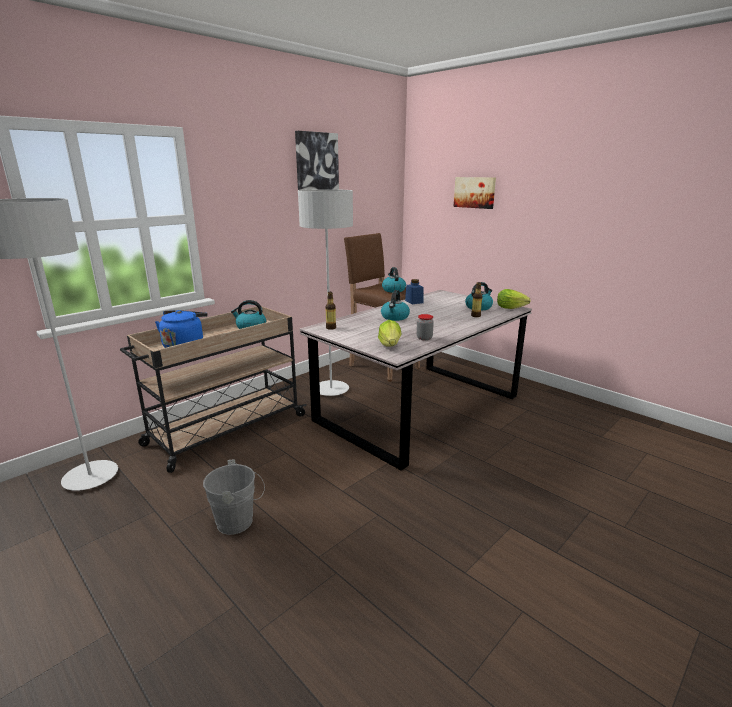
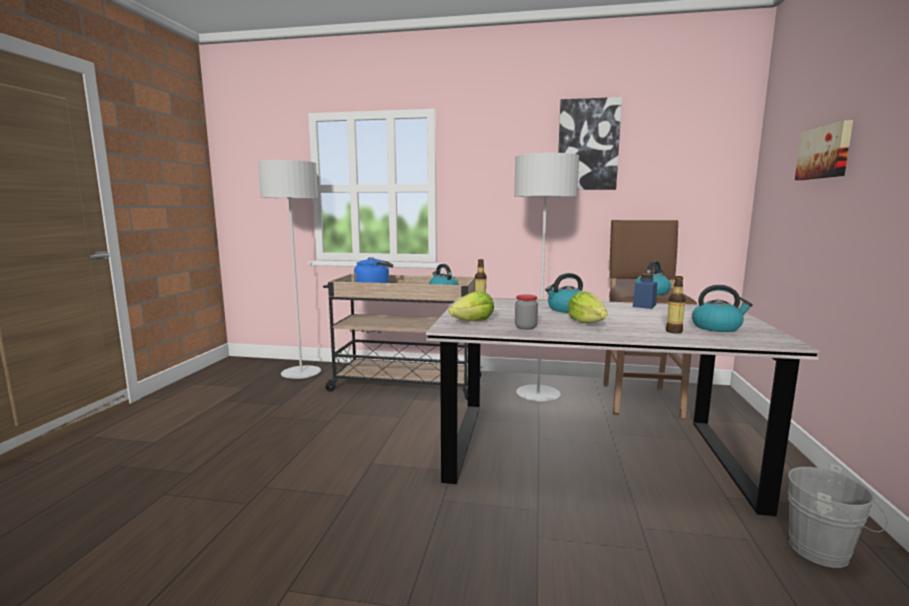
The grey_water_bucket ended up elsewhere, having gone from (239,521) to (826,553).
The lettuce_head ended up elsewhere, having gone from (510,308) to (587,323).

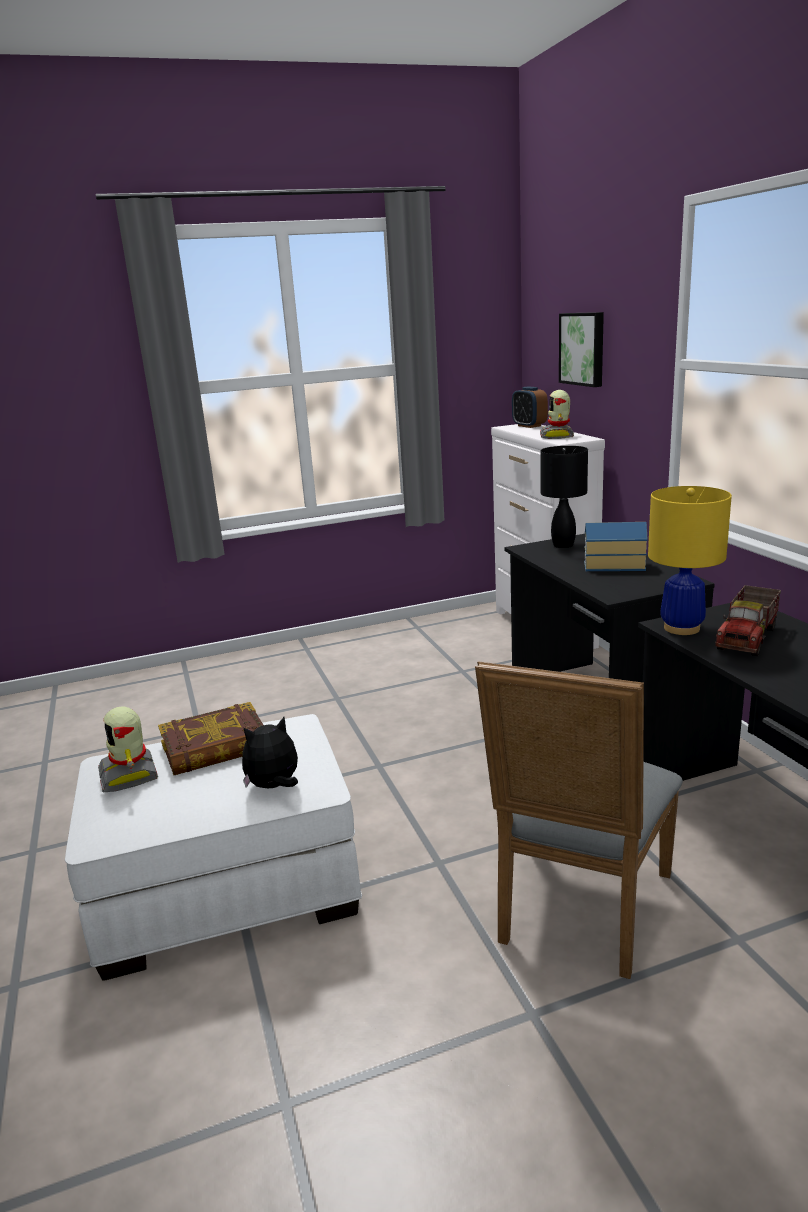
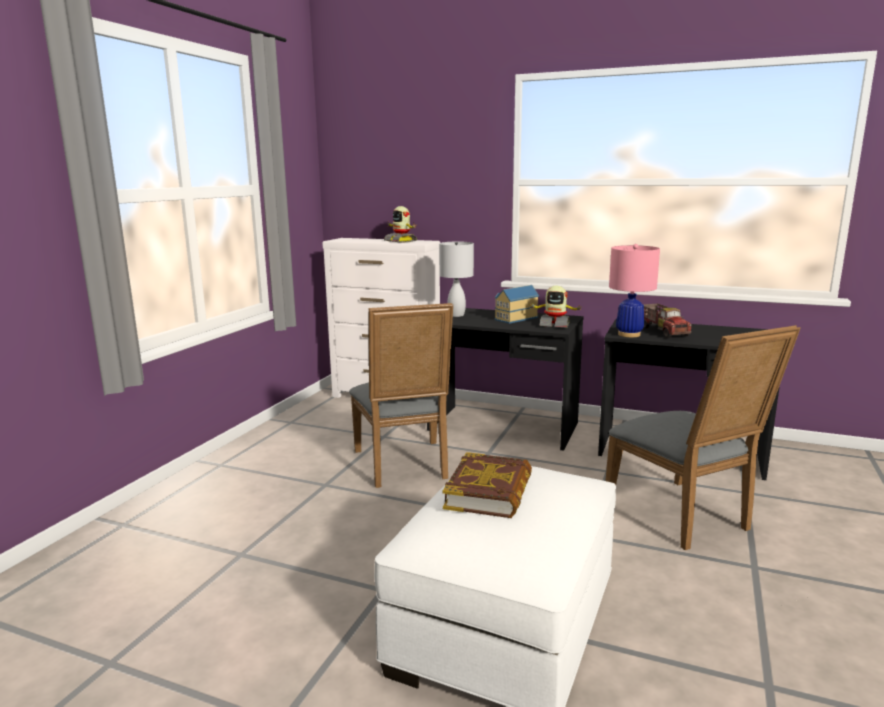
The second view lost the soft_toy at (274,786).
The second view lost the alarm_clock at (529,426).
The second view lost the wall_picture at (583,348).
The second view gained the grey_chair at (404,466).
The model_robot ended up elsewhere, having gone from (130,774) to (554,325).
What was the black_lamp_for_a_table at (563,545) turned into the white-coloured_lamp_for_a_table at (456,315).
What was the yellowish_lamp_for_a_table at (681,628) turned into the pink_lamp_for_a_table at (629,334).

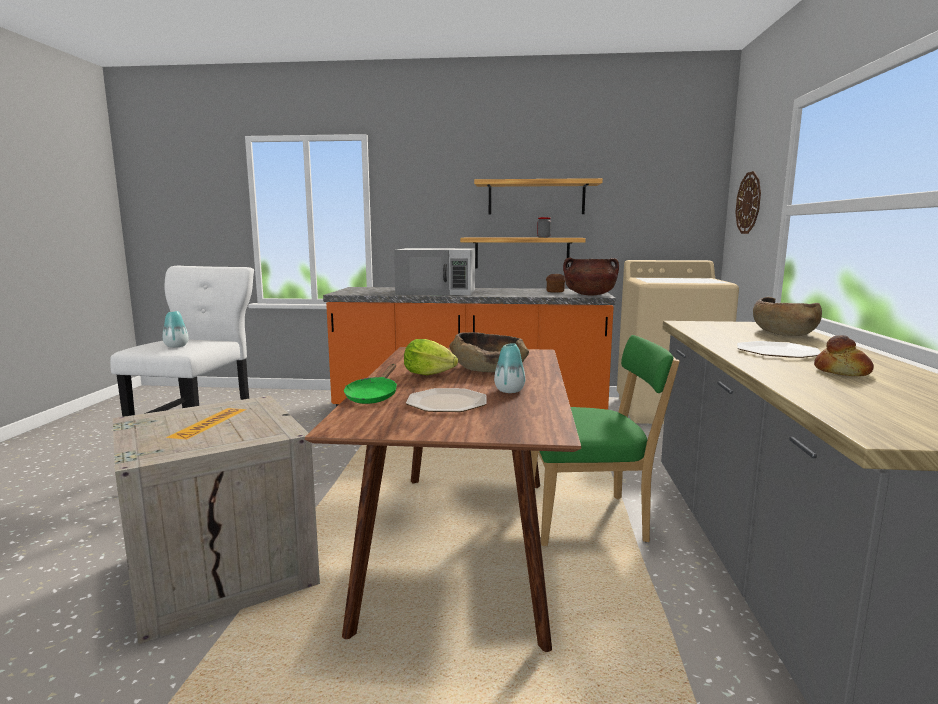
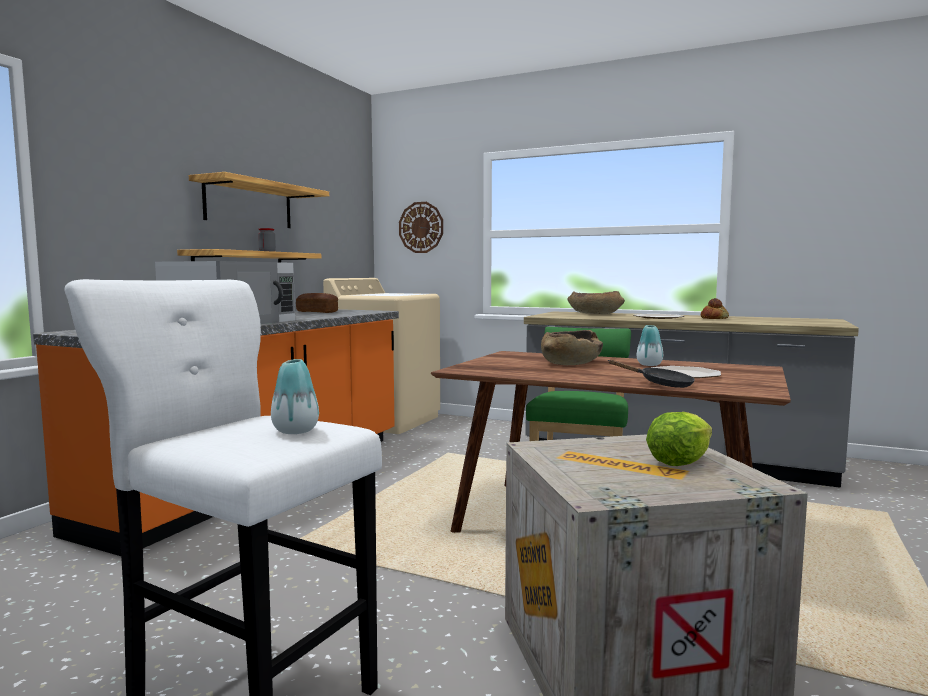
The second view lost the brown_cooking_pot at (589,295).
The lettuce_head ended up elsewhere, having gone from (429,374) to (679,462).
What was the green_frying_pan at (373,396) turned into the black_frying_pan at (660,384).

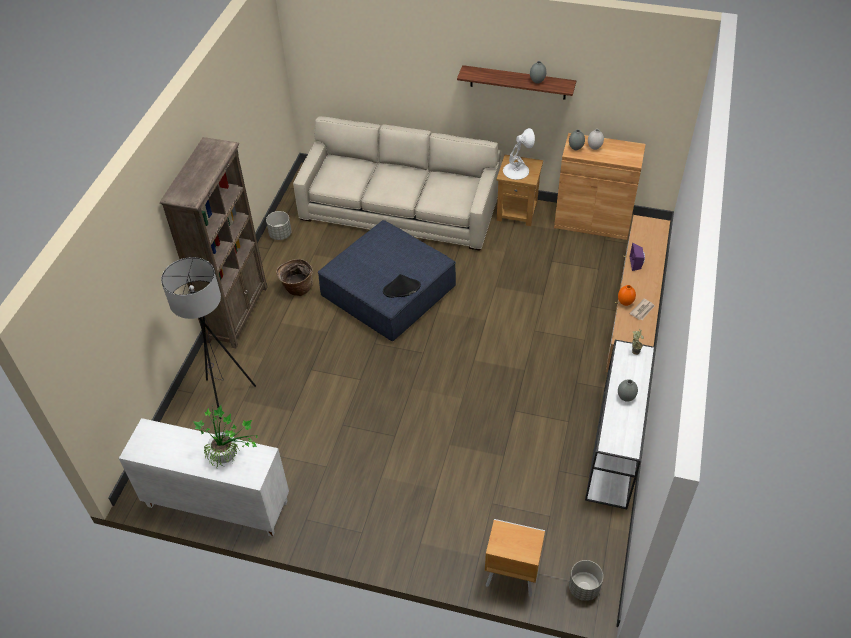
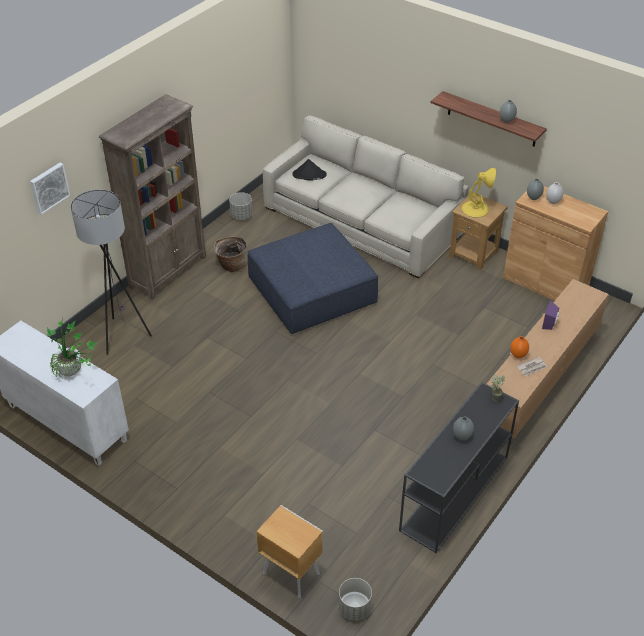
The second view gained the wall_picture at (49,187).
The black_clothing_hat ended up elsewhere, having gone from (401,289) to (309,174).
What was the white-coloured_lamp_for_a_table at (516,170) turned into the yellowish_lamp_for_a_table at (475,209).
What was the white-coloured_console_table at (614,448) turned into the black_console_table at (454,494).

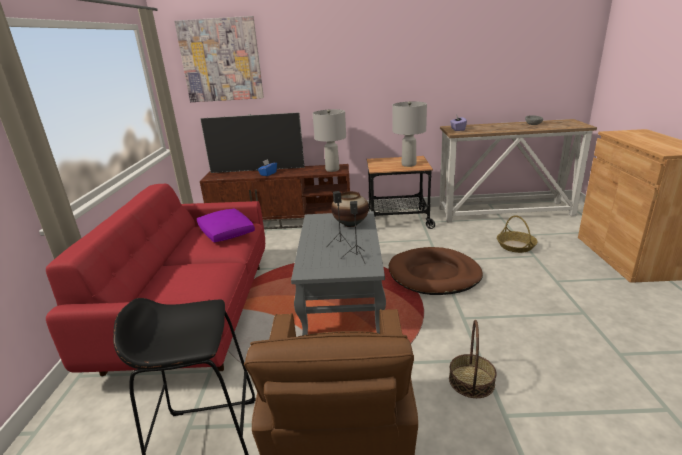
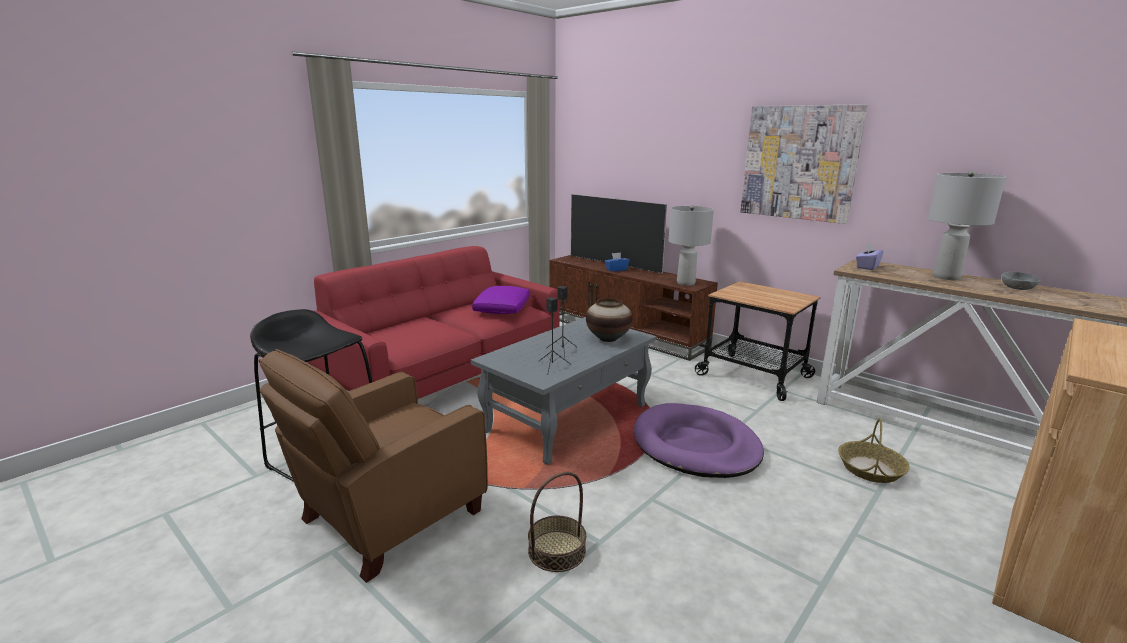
The wall_picture ended up elsewhere, having gone from (221,60) to (799,163).
The grey_lamp_for_a_table ended up elsewhere, having gone from (409,164) to (946,277).
What was the brown_dog_cushion at (434,274) turned into the purplish_dog_cushion at (695,445).

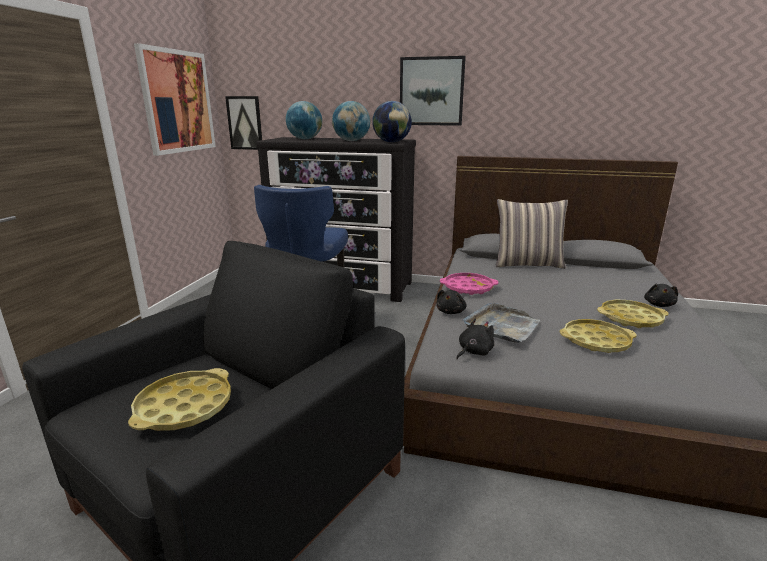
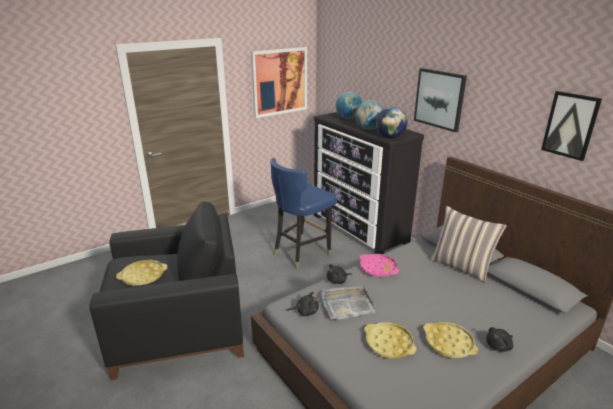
The wall_picture ended up elsewhere, having gone from (245,123) to (570,125).

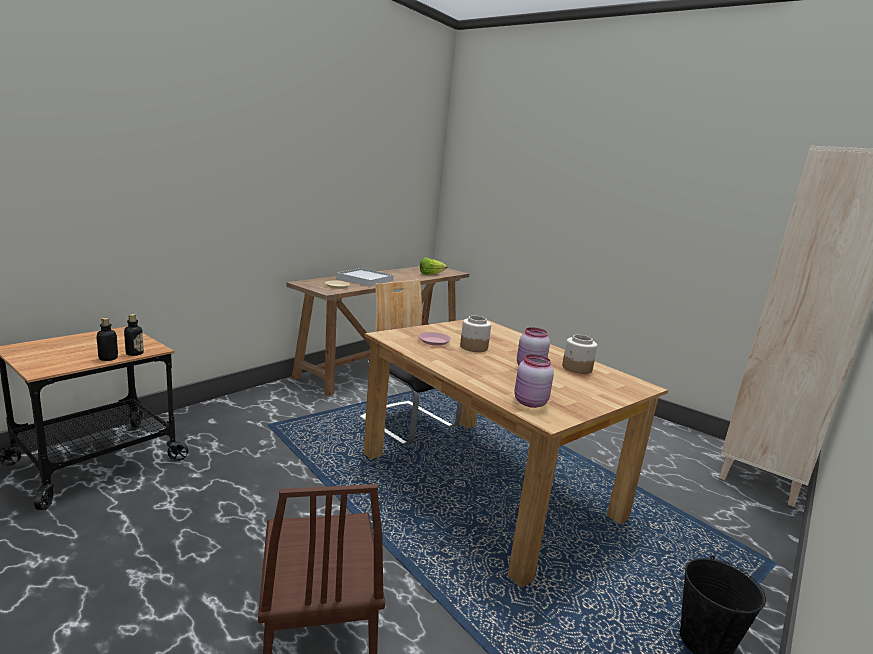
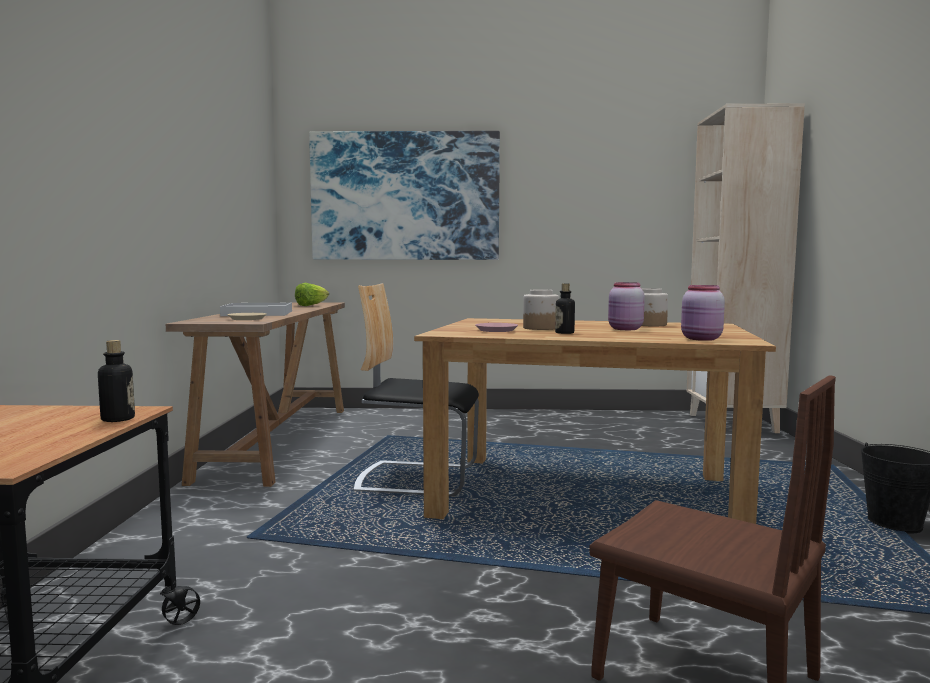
The second view gained the wall_picture at (405,196).
The beverage_bottle ended up elsewhere, having gone from (108,358) to (564,333).

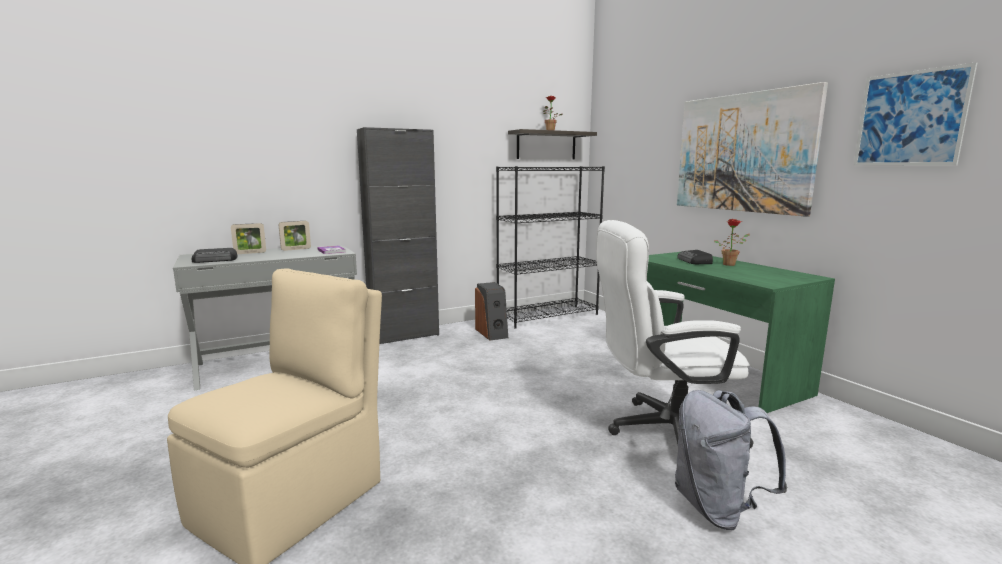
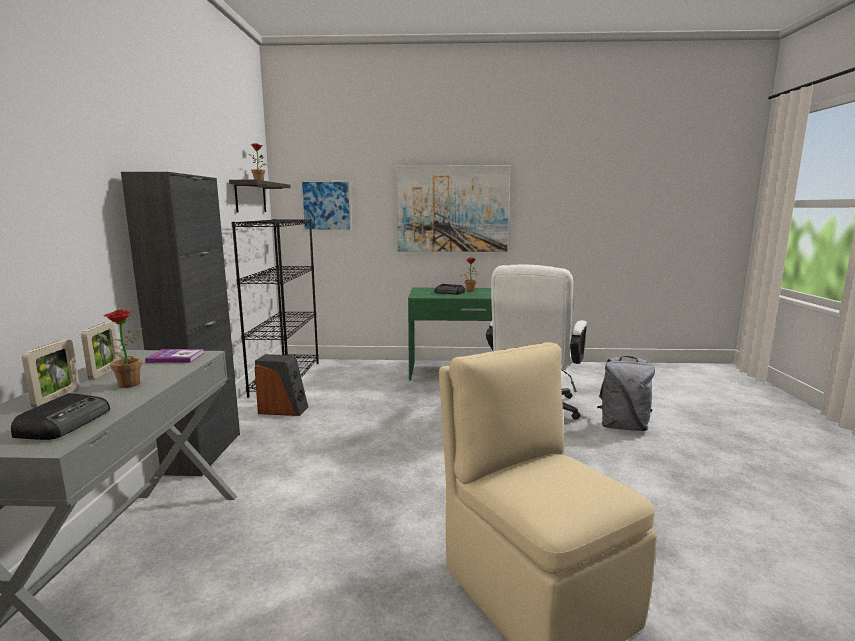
The second view gained the potted_plant at (124,384).
The wall_picture ended up elsewhere, having gone from (910,119) to (326,205).

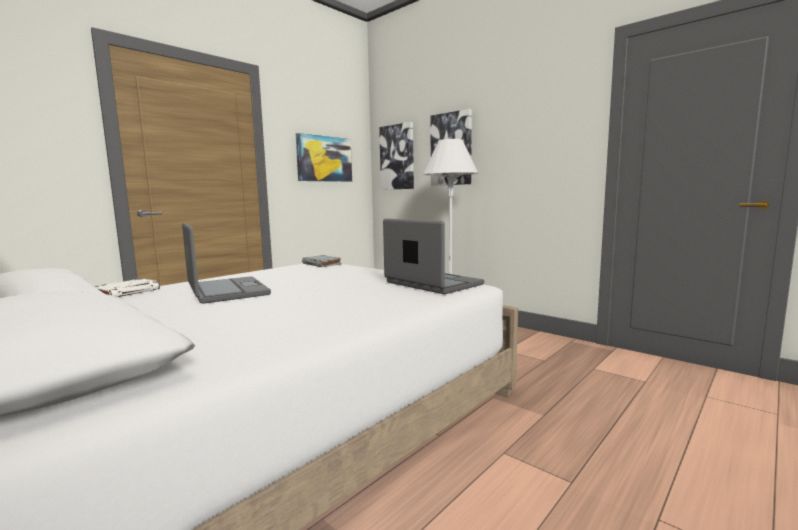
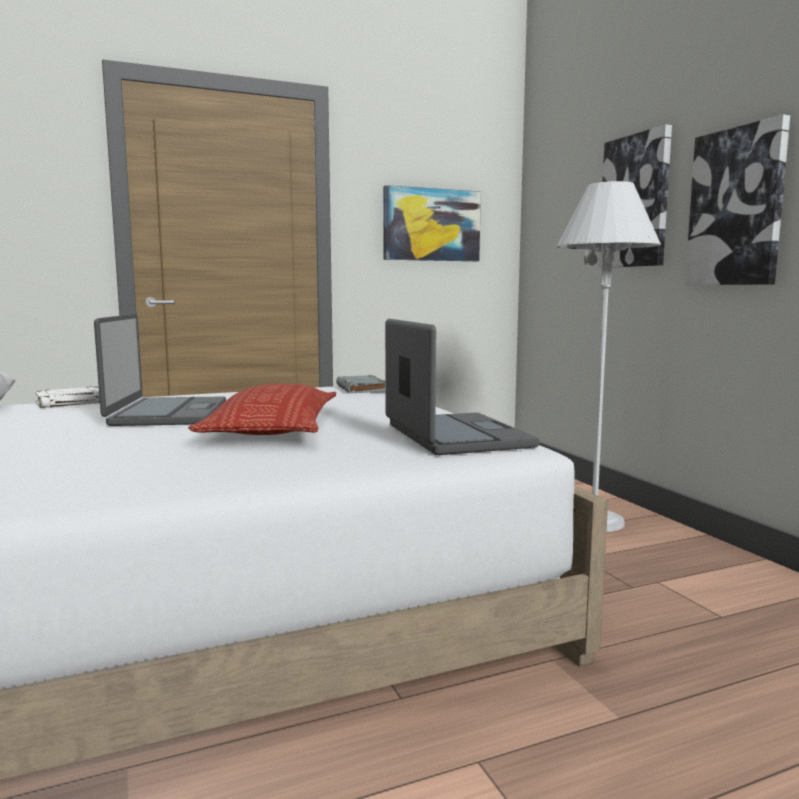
The second view gained the throw_pillow at (273,426).
The wall_picture ended up elsewhere, having gone from (397,157) to (736,207).

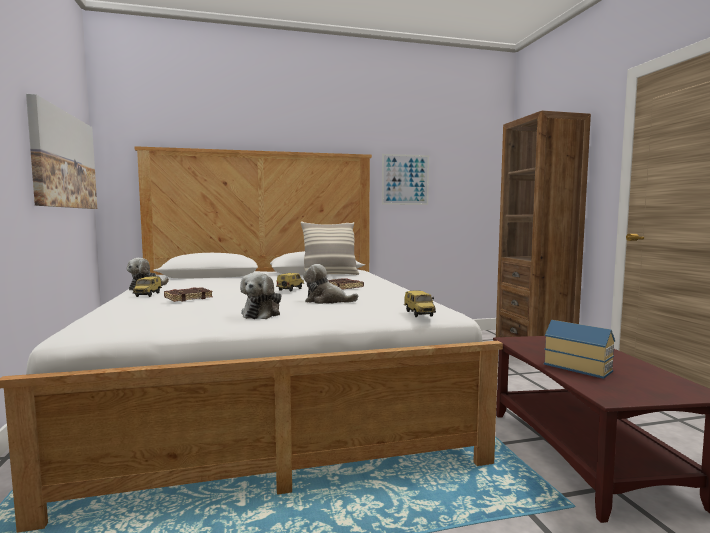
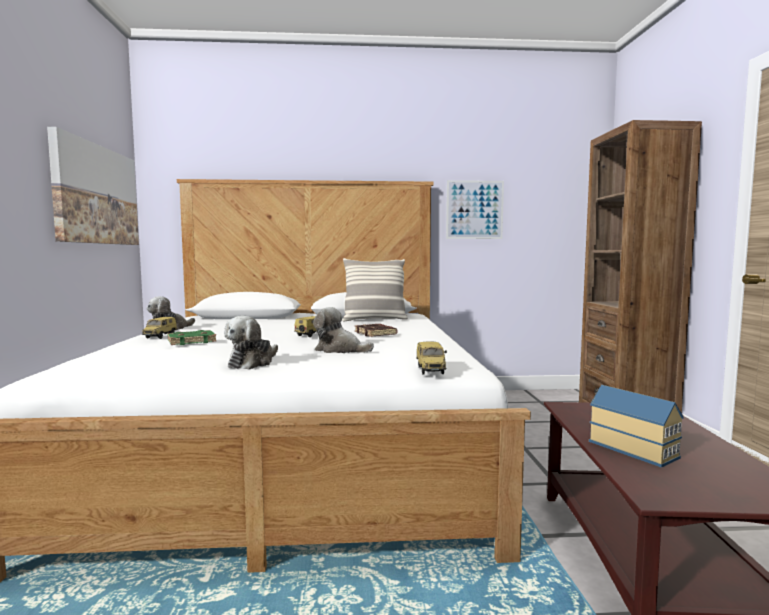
What was the brown_bound_book at (188,298) turned into the green_bound_book at (192,341).

